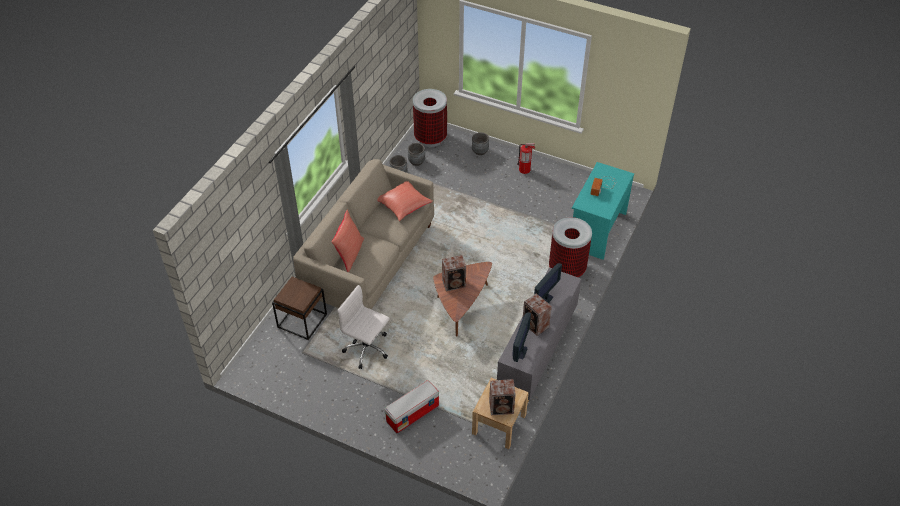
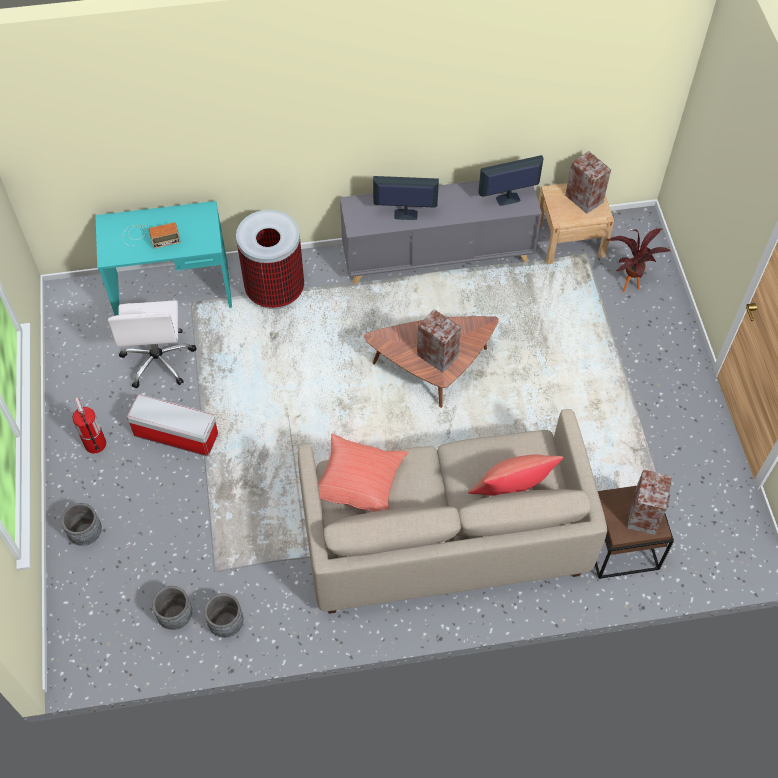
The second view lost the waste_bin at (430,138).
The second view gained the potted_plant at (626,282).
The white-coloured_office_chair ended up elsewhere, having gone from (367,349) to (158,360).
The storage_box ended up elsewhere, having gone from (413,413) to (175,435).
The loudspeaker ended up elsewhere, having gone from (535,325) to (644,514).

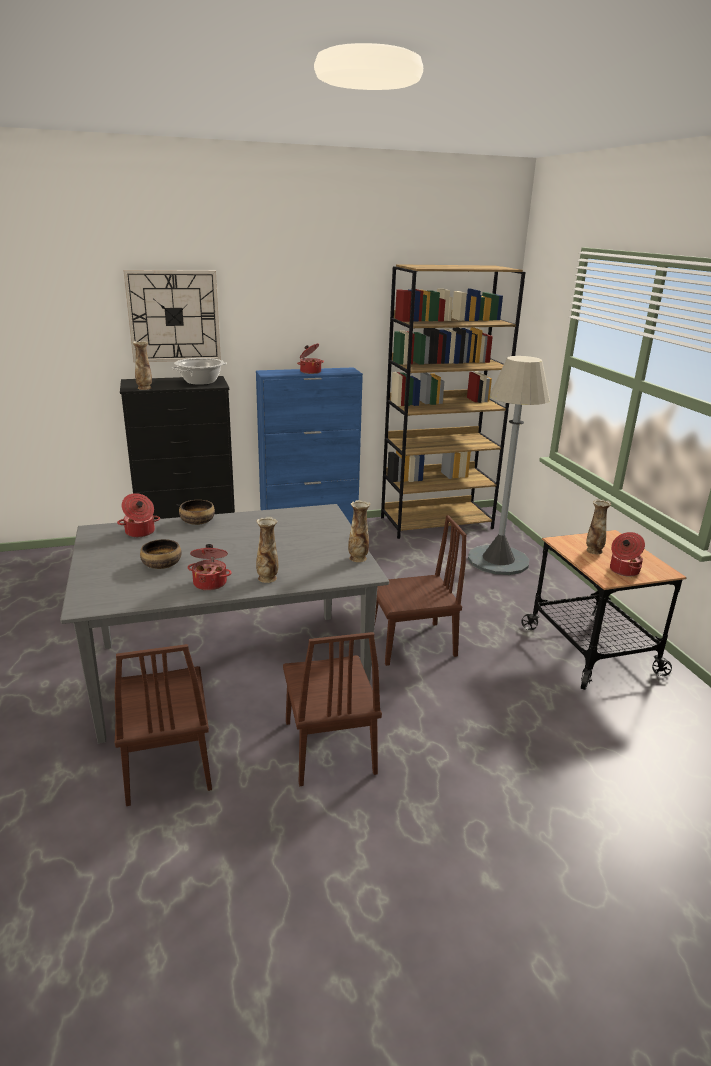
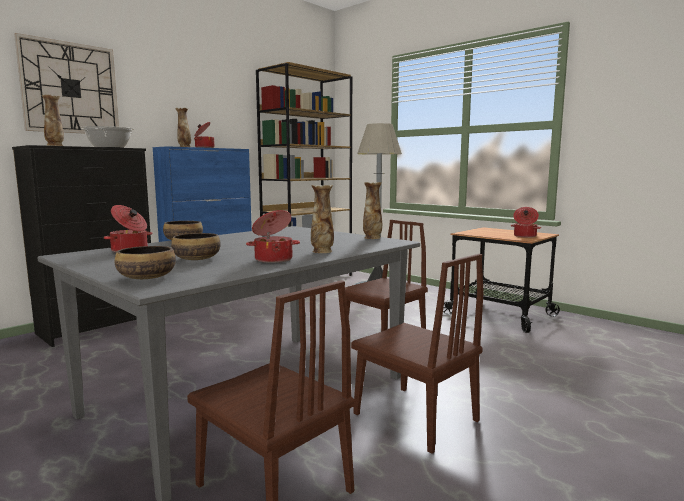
The second view gained the serving_bowl at (146,277).
The decorative_vase ended up elsewhere, having gone from (593,551) to (184,147).

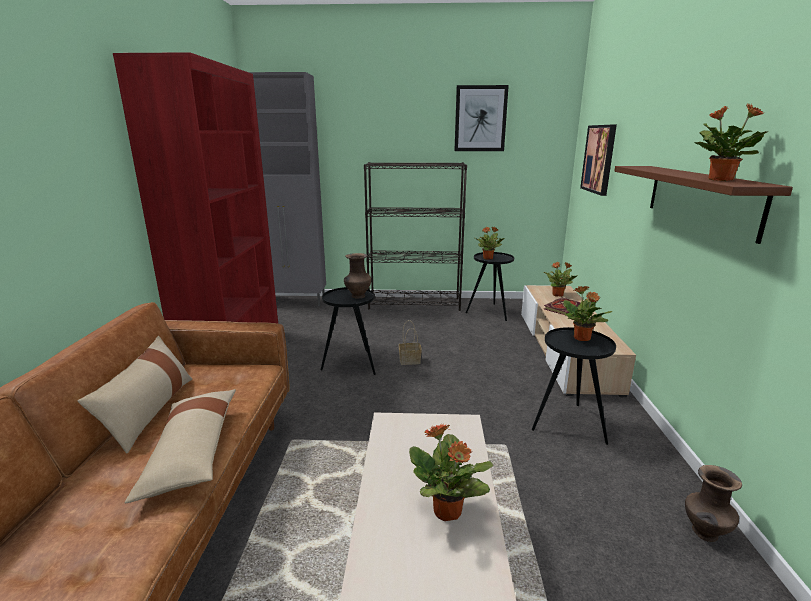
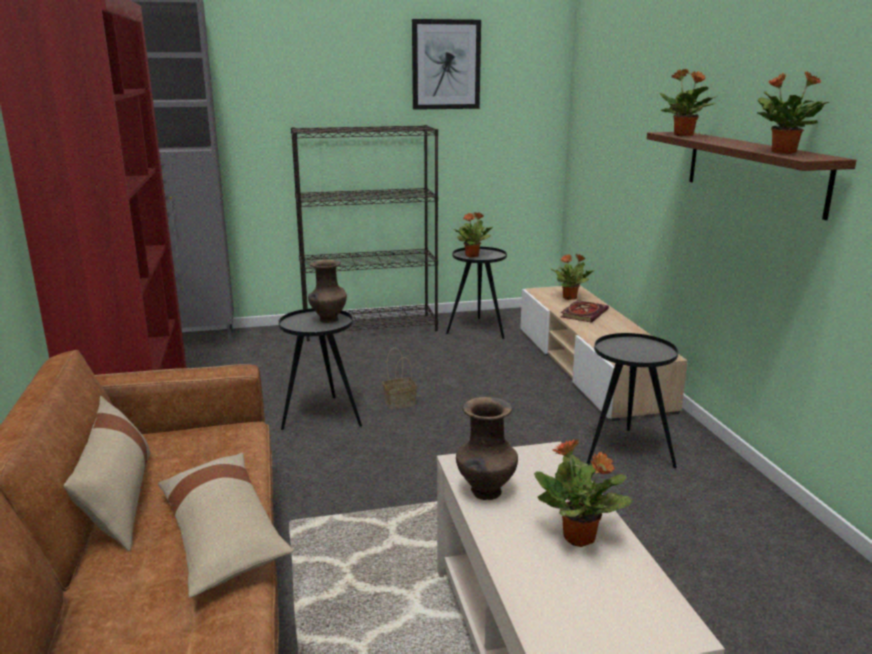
The second view lost the wall_picture at (599,159).
The potted_plant ended up elsewhere, having gone from (582,338) to (684,135).
The brown_decorative_vase ended up elsewhere, having gone from (704,533) to (485,492).

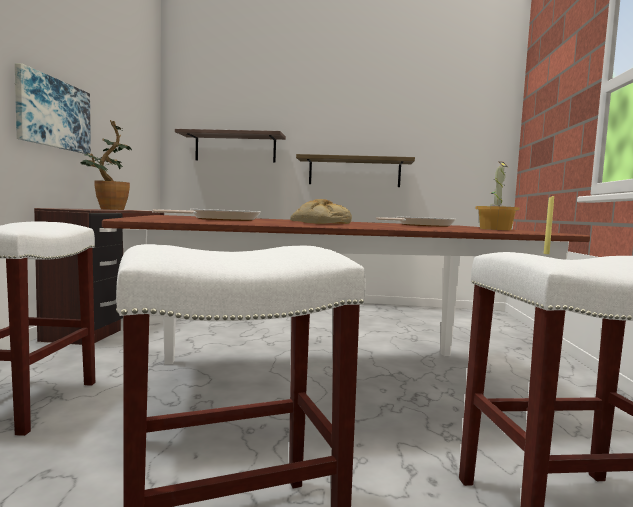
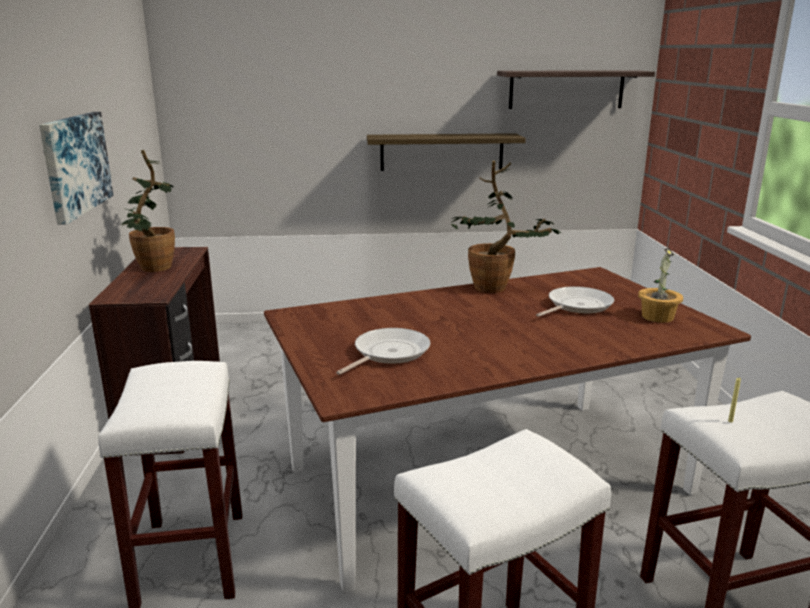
The second view lost the baked_bread at (319,223).
The second view gained the potted_plant at (498,289).
The wall_shelf ended up elsewhere, having gone from (235,148) to (566,89).

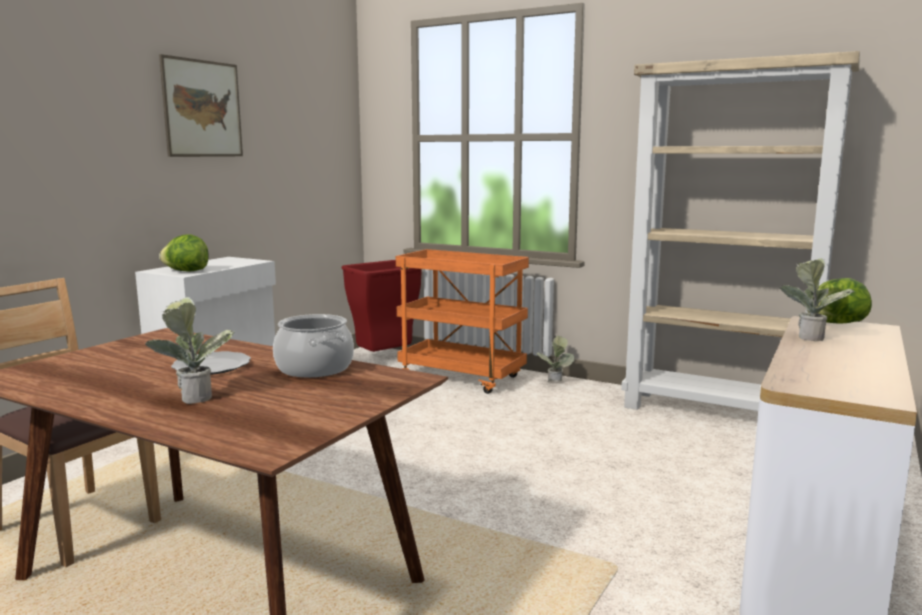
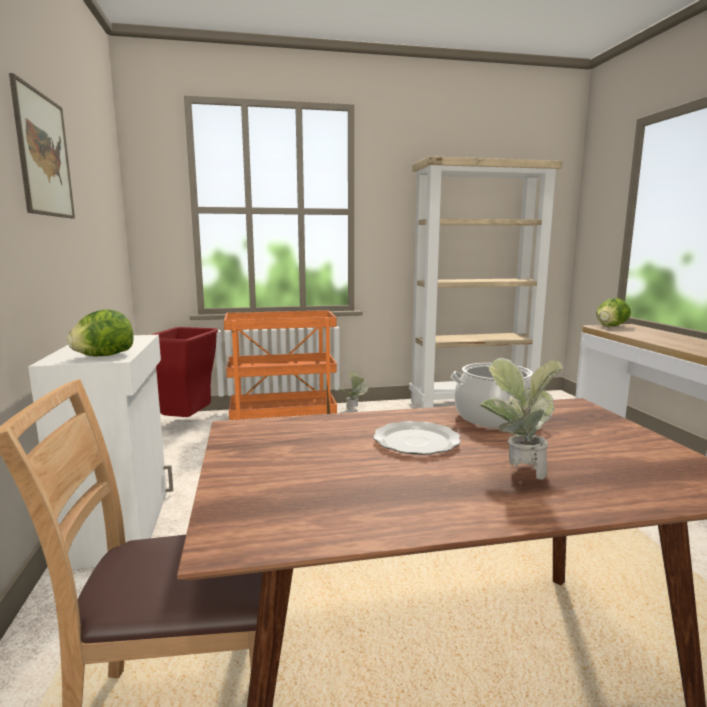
The second view lost the potted_plant at (809,336).

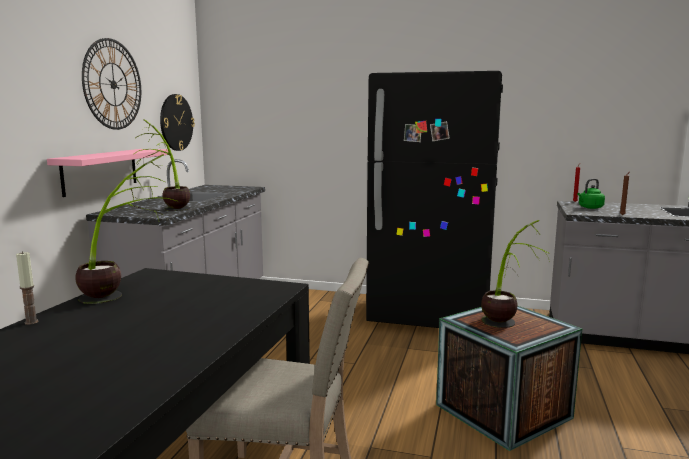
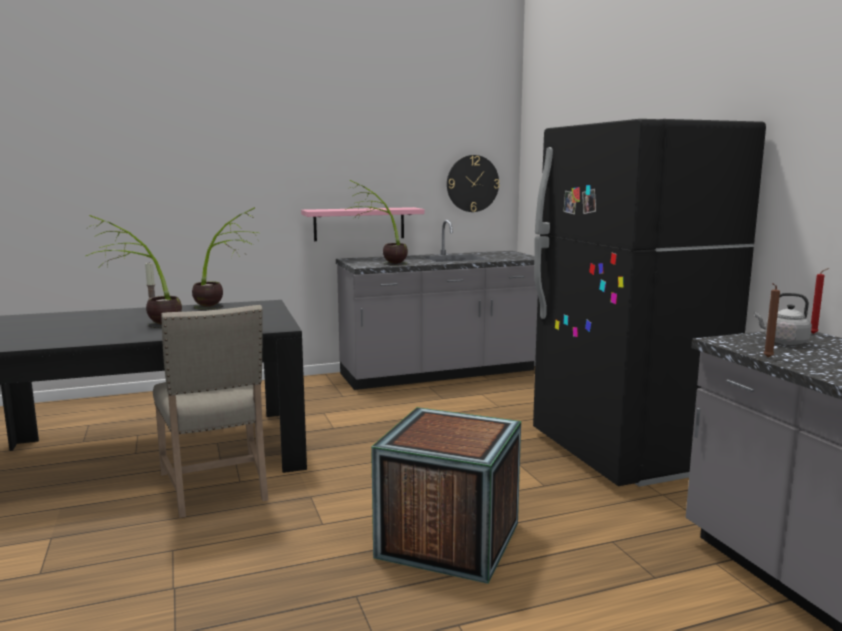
The second view lost the clock_on_the_wall at (113,84).
The potted_plant ended up elsewhere, having gone from (505,329) to (145,327).
What was the green_water_kettle at (589,207) turned into the grey_water_kettle at (783,342).

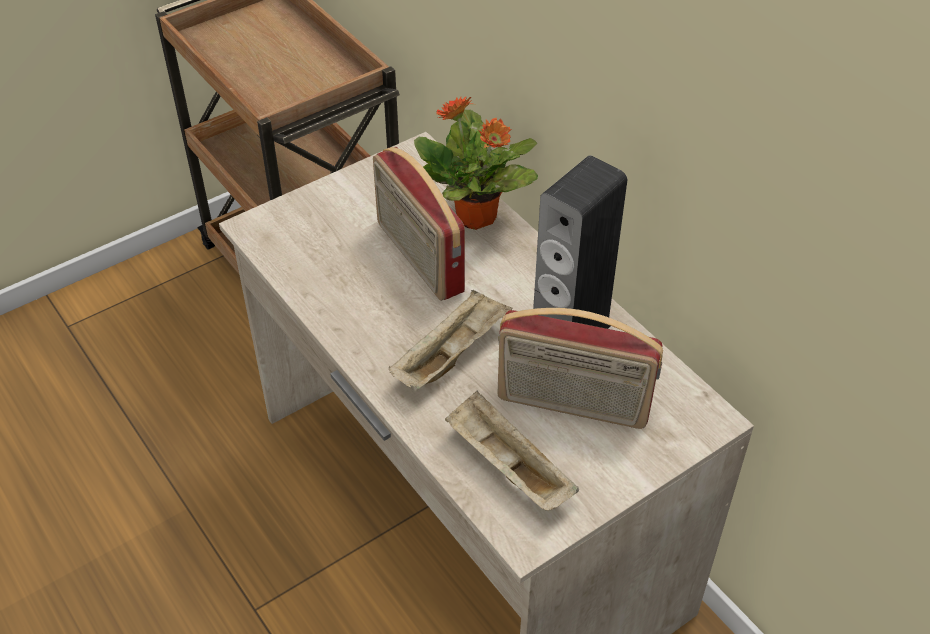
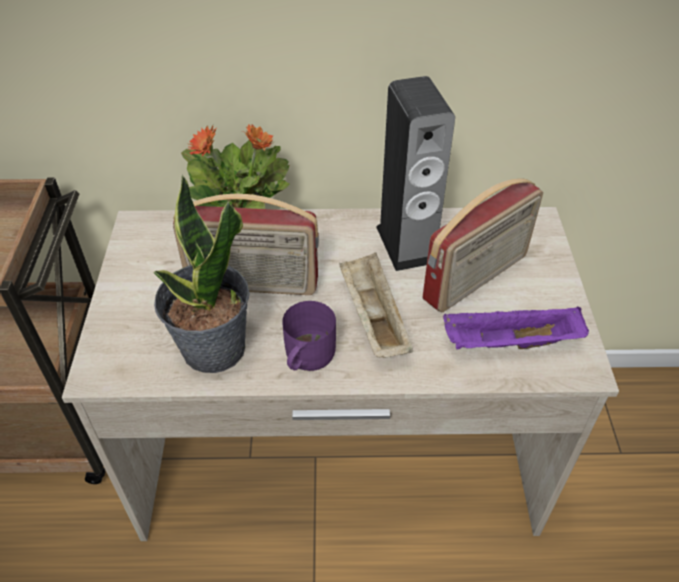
The second view gained the potted_plant at (213,349).
The second view gained the purplish_mug at (306,357).
What was the beige_serving_tray at (506,467) turned into the purplish_serving_tray at (509,344).

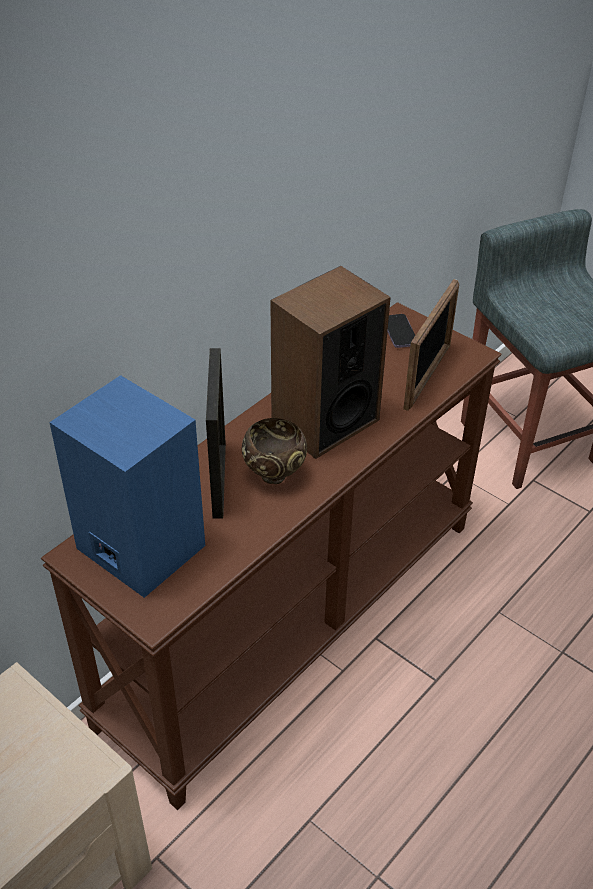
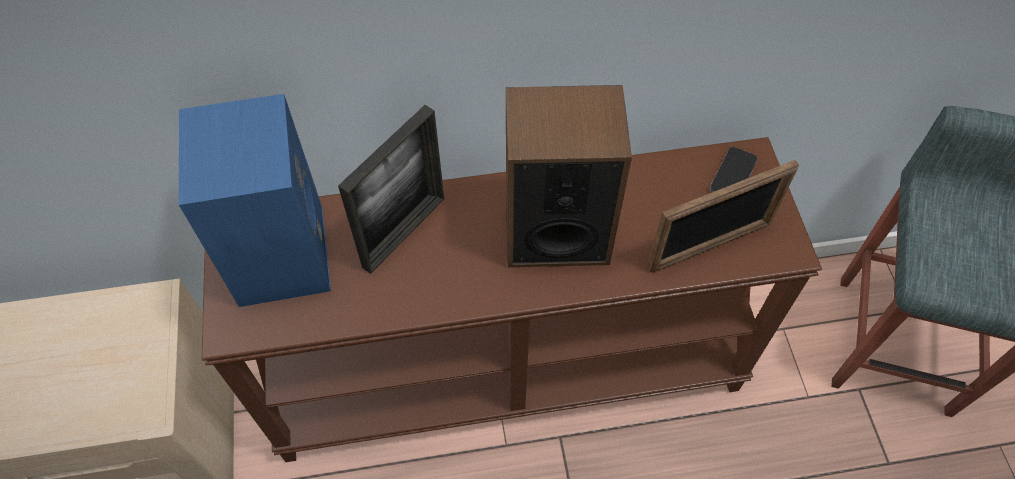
The second view lost the brown_serving_bowl at (275,475).

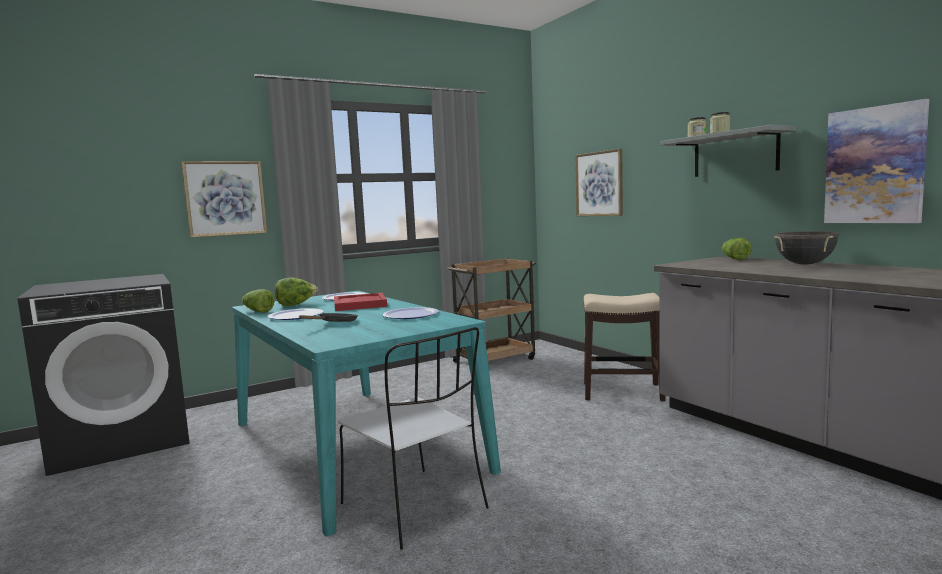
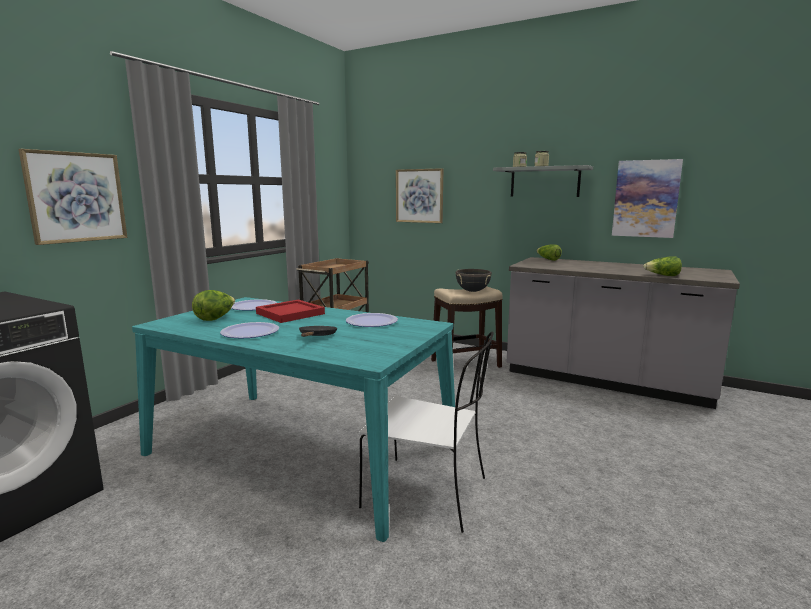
The lettuce_head ended up elsewhere, having gone from (257,311) to (662,275).
The black_cooking_pot ended up elsewhere, having gone from (804,264) to (472,291).

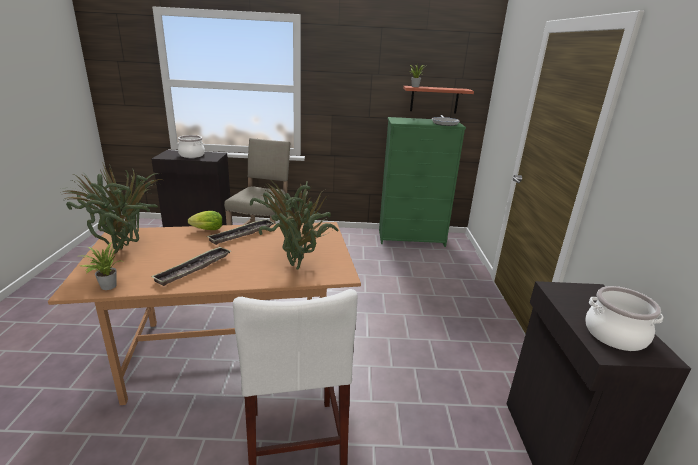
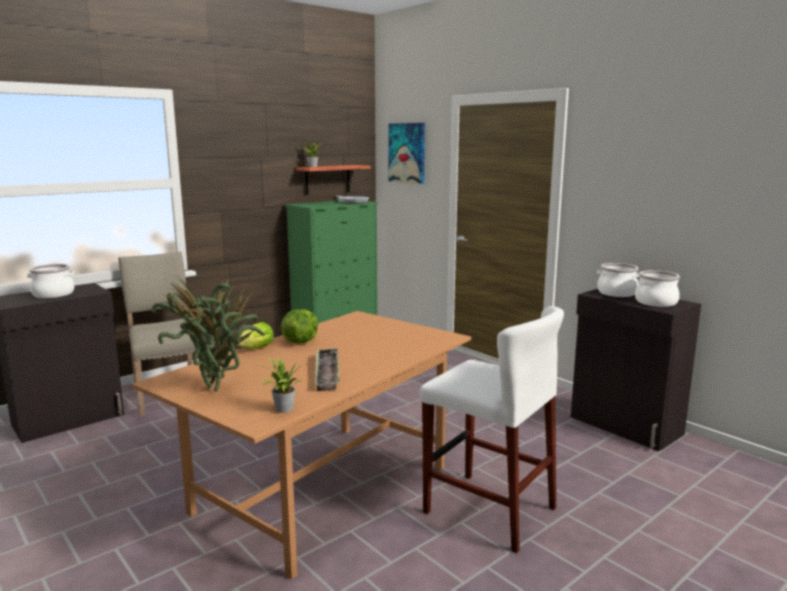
The second view lost the potted_plant at (296,264).
The second view gained the wall_picture at (407,153).
The second view gained the cooking_pot at (617,293).
Where the serving_tray stood at (242,234), the lettuce_head came to stand at (300,341).

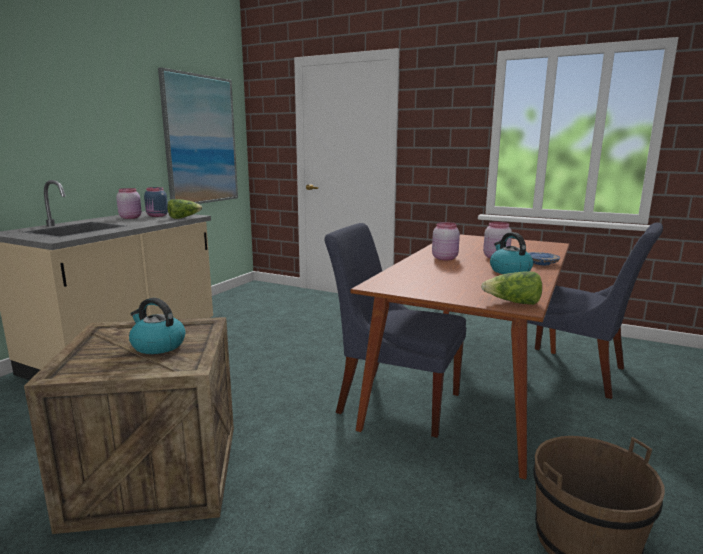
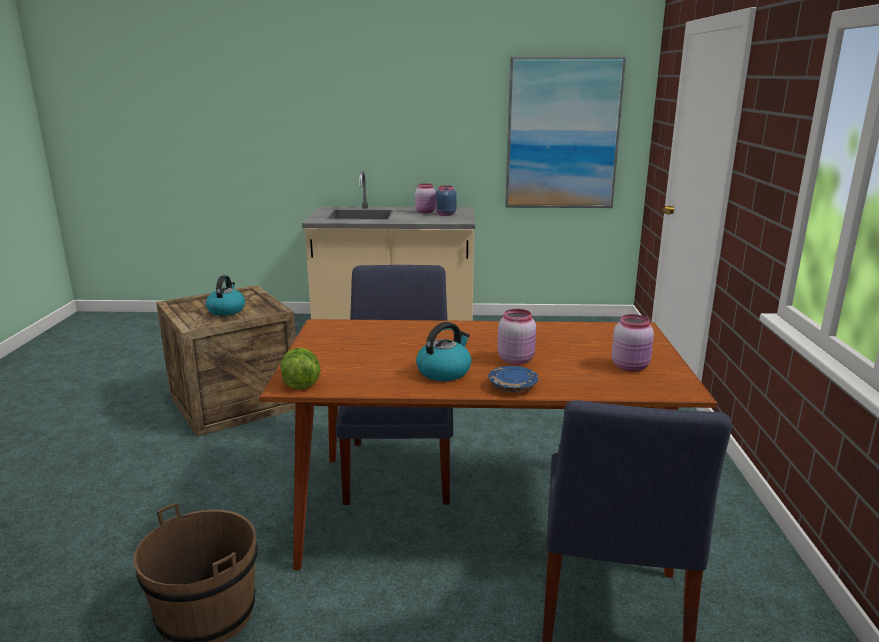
The second view lost the lettuce_head at (184,217).
The pink_storage_jar ended up elsewhere, having gone from (445,258) to (631,367).

